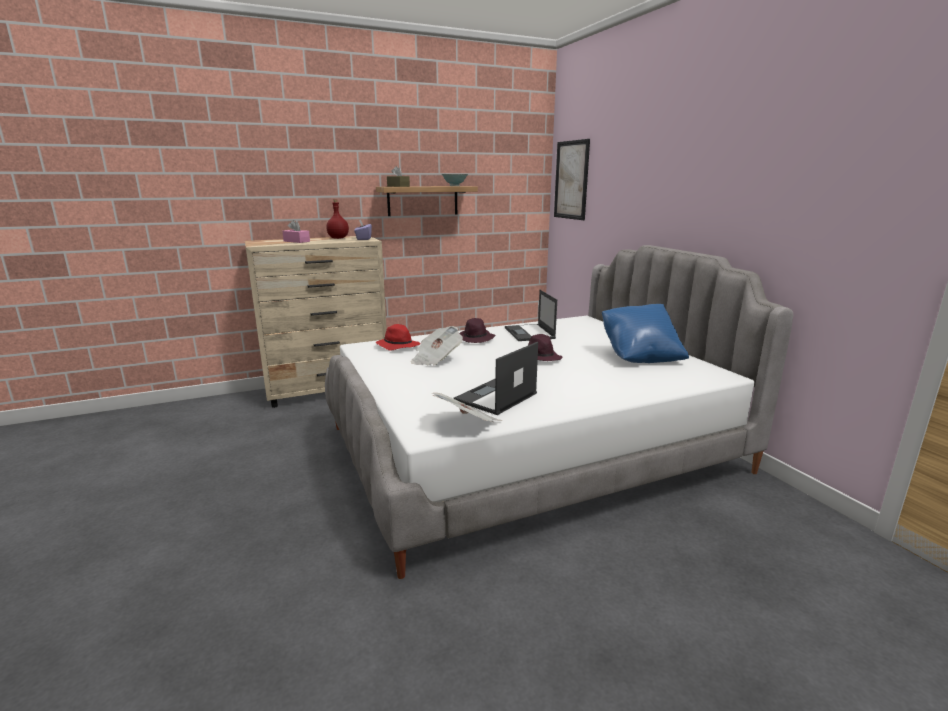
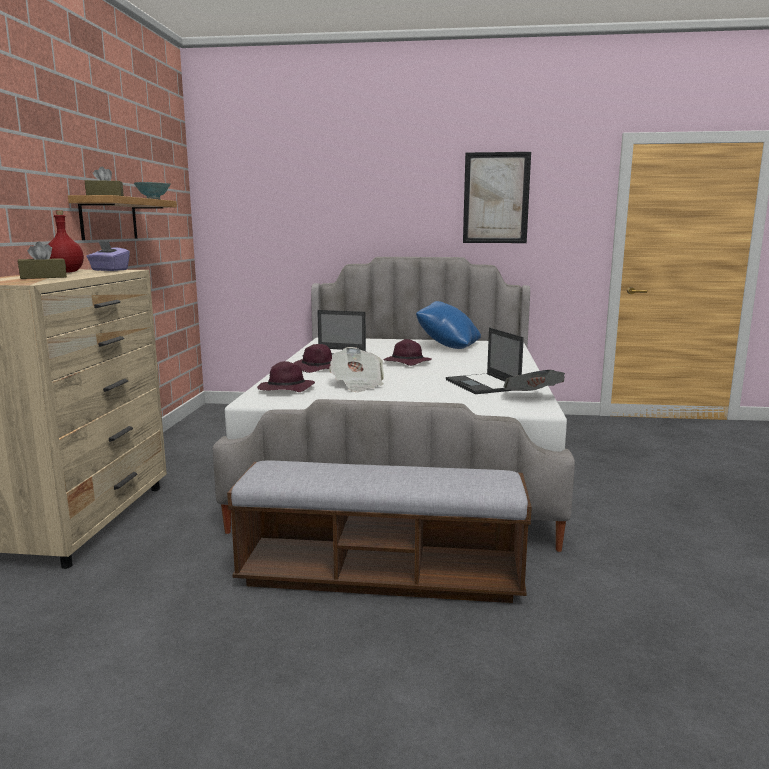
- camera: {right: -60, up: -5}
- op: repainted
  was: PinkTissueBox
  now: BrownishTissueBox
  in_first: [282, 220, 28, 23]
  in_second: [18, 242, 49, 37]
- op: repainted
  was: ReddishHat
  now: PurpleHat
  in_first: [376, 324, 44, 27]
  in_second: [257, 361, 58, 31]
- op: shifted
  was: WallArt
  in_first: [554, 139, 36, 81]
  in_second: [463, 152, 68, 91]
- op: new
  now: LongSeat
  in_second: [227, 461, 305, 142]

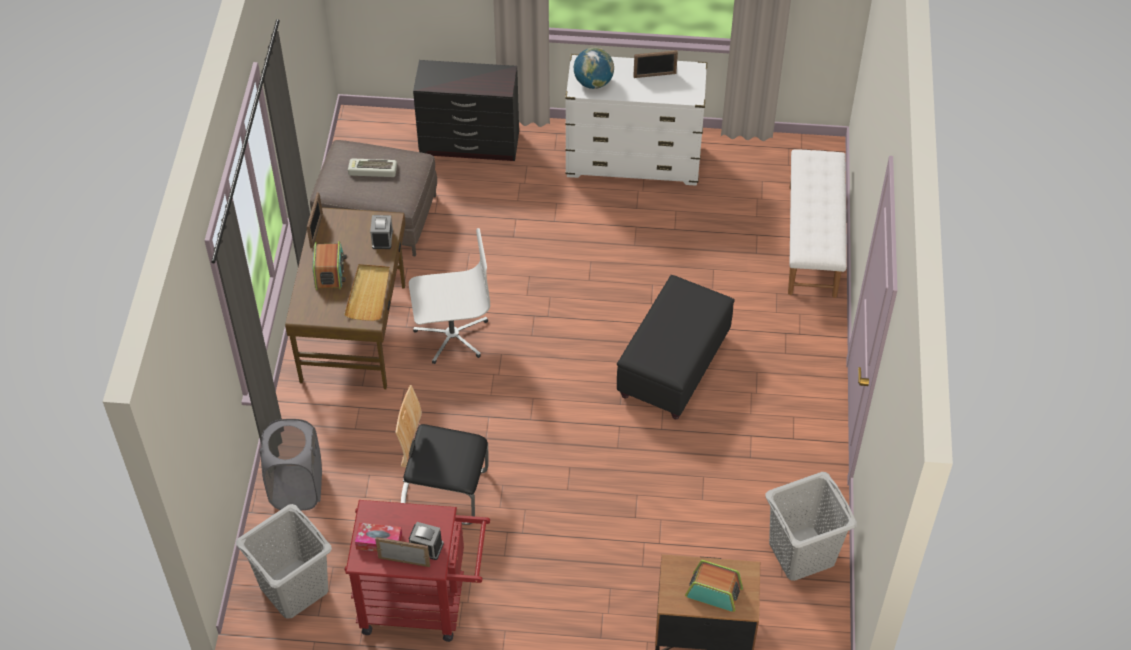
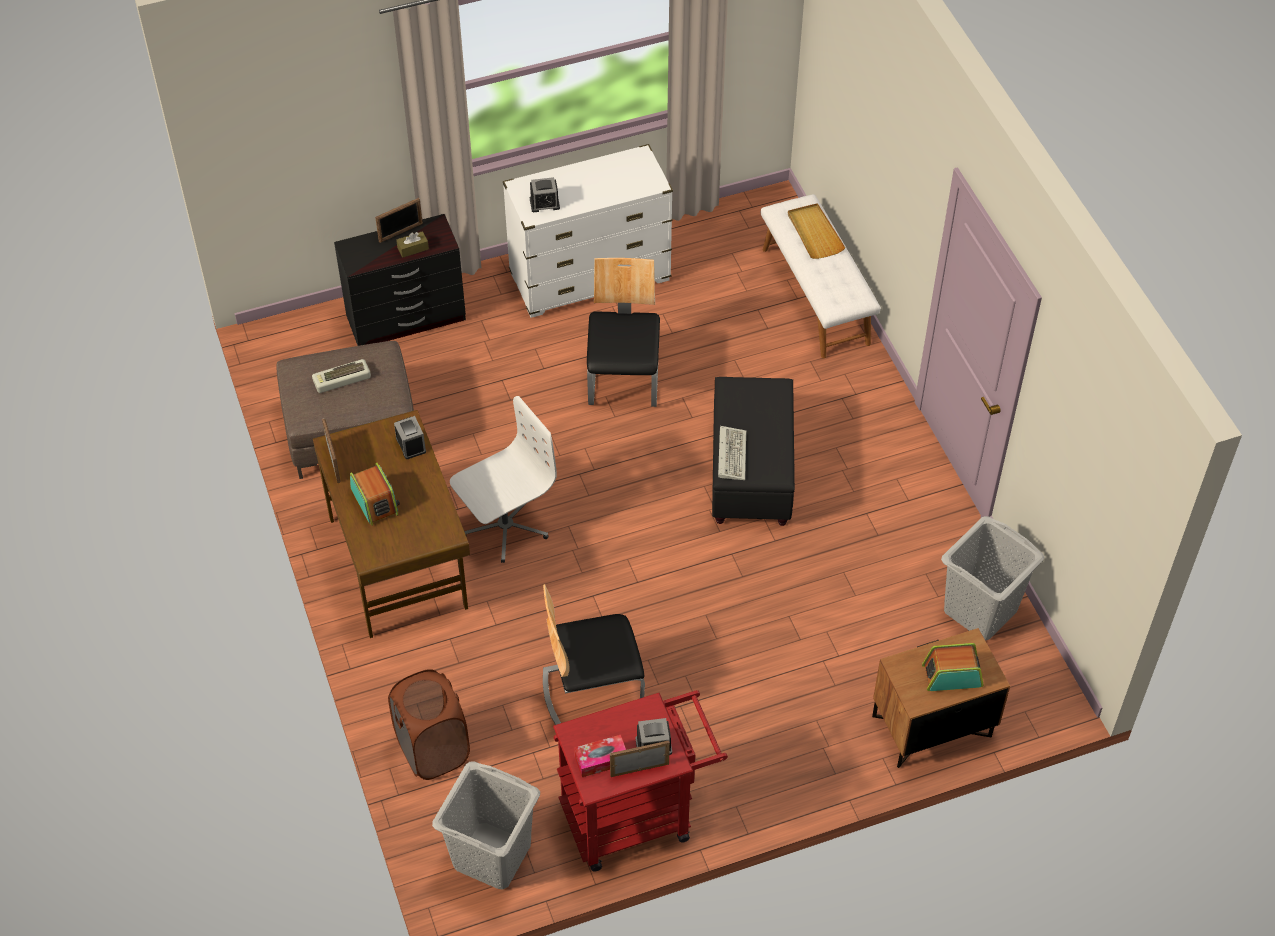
- camera: {right: -25, up: 0}
- op: repainted
  was: GreyishHamper
  now: BrownishHamper
  in_first: [260, 419, 62, 91]
  in_second: [388, 669, 82, 111]
- op: shifted
  was: BeigeCarryingTray
  in_first: [344, 264, 46, 57]
  in_second: [788, 203, 57, 56]
- op: swapped
  was: WorldGlobe
  now: TableClock
  in_first: [574, 48, 40, 41]
  in_second: [530, 177, 30, 35]
- op: shifted
  was: PhotoFrame
  in_first: [633, 50, 45, 28]
  in_second: [375, 198, 48, 45]
- op: new
  now: BrownishTissueBox
  in_second: [396, 231, 33, 27]
- op: new
  now: Chair
  in_second: [587, 258, 73, 149]
- op: new
  now: ComputerKeyboard
  in_second: [718, 426, 28, 54]

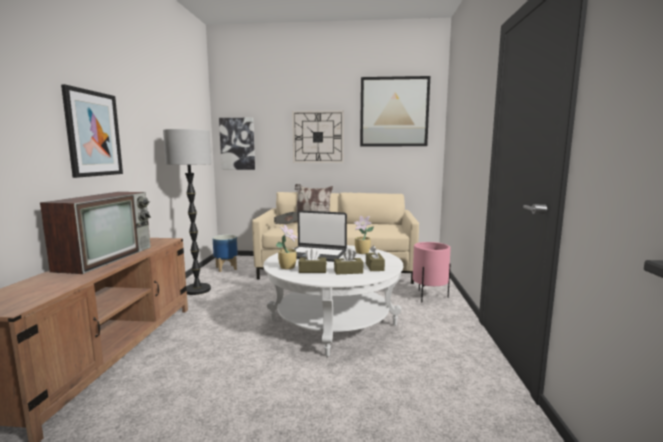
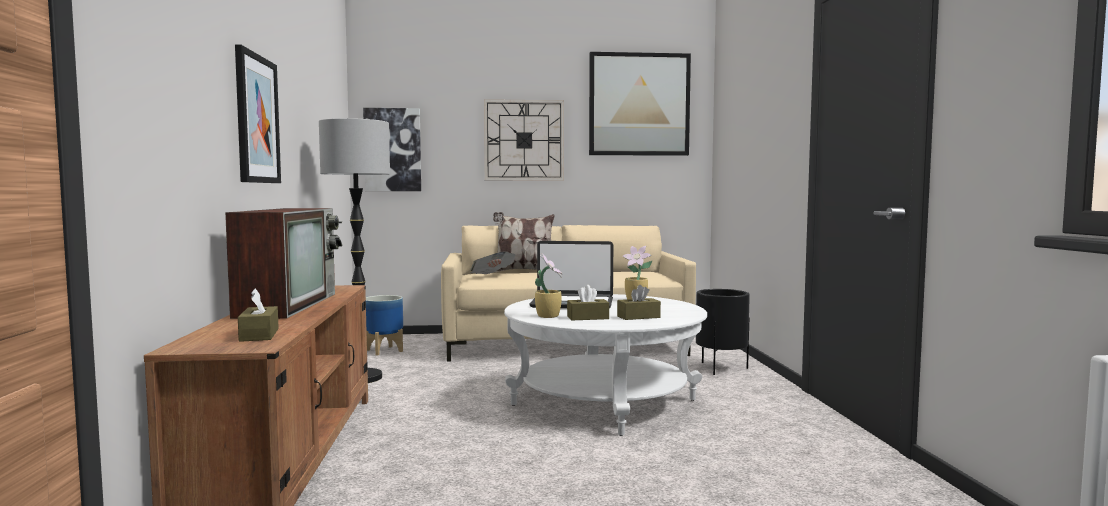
- camera: {right: -10, up: -5}
- op: shifted
  was: BrownishTissueBox
  in_first: [366, 245, 19, 26]
  in_second: [238, 288, 41, 54]
- op: repainted
  was: PinkPlantPot
  now: BlackPlantPot
  in_first: [413, 242, 38, 60]
  in_second: [696, 289, 54, 86]

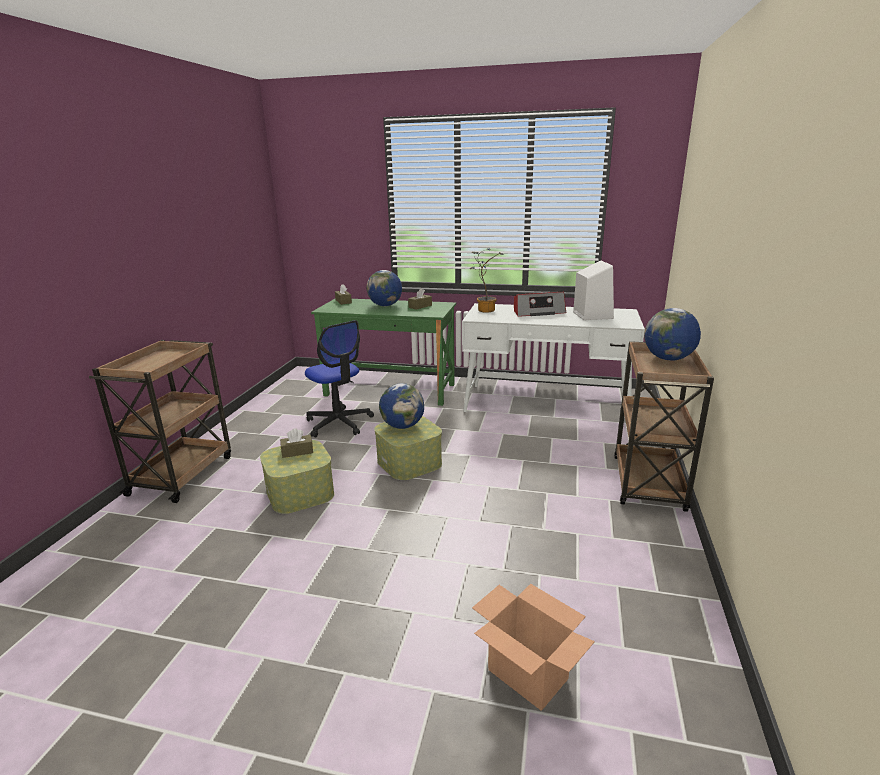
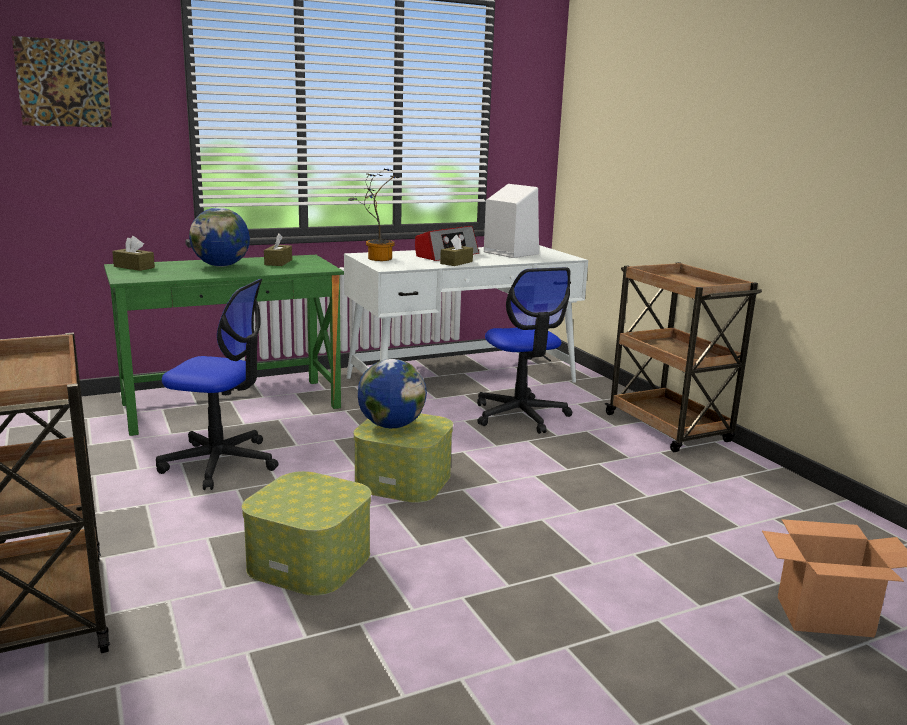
- camera: {right: -40, up: -5}
- op: shifted
  was: BrownishTissueBox
  in_first: [280, 428, 33, 30]
  in_second: [440, 235, 33, 31]
- op: gone
  was: WorldGlobe
  in_first: [644, 308, 57, 52]
- op: new
  now: WallArt
  in_second: [12, 36, 100, 91]
- op: new
  now: DeskChair
  in_second: [477, 267, 95, 167]

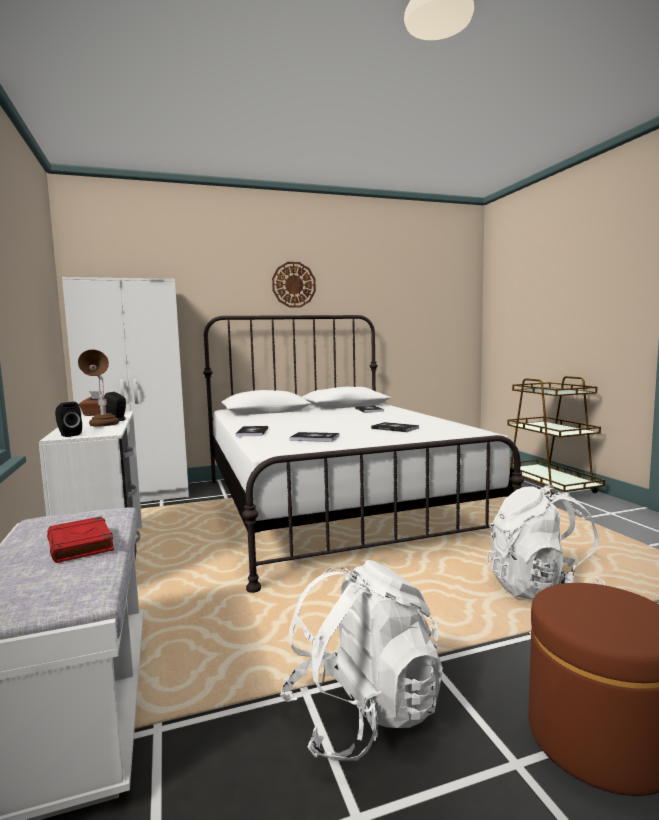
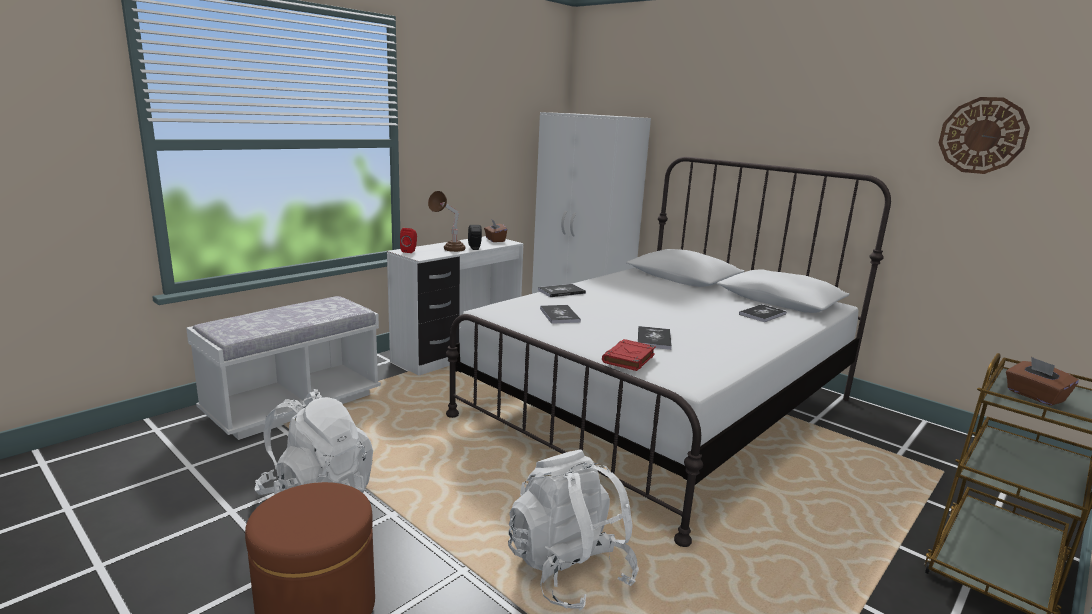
- camera: {right: 60, up: 10}
- op: shifted
  was: ReddishBoundBook
  in_first: [47, 516, 67, 47]
  in_second: [602, 339, 54, 32]
- op: repainted
  was: BlackLoudspeaker
  now: ReddishLoudspeaker
  in_first: [55, 402, 27, 35]
  in_second: [400, 228, 17, 25]
- op: shifted
  was: WallClock
  in_first: [272, 262, 44, 46]
  in_second: [939, 97, 91, 77]
- op: new
  now: BrownishTissueBox
  in_second: [1006, 357, 73, 49]

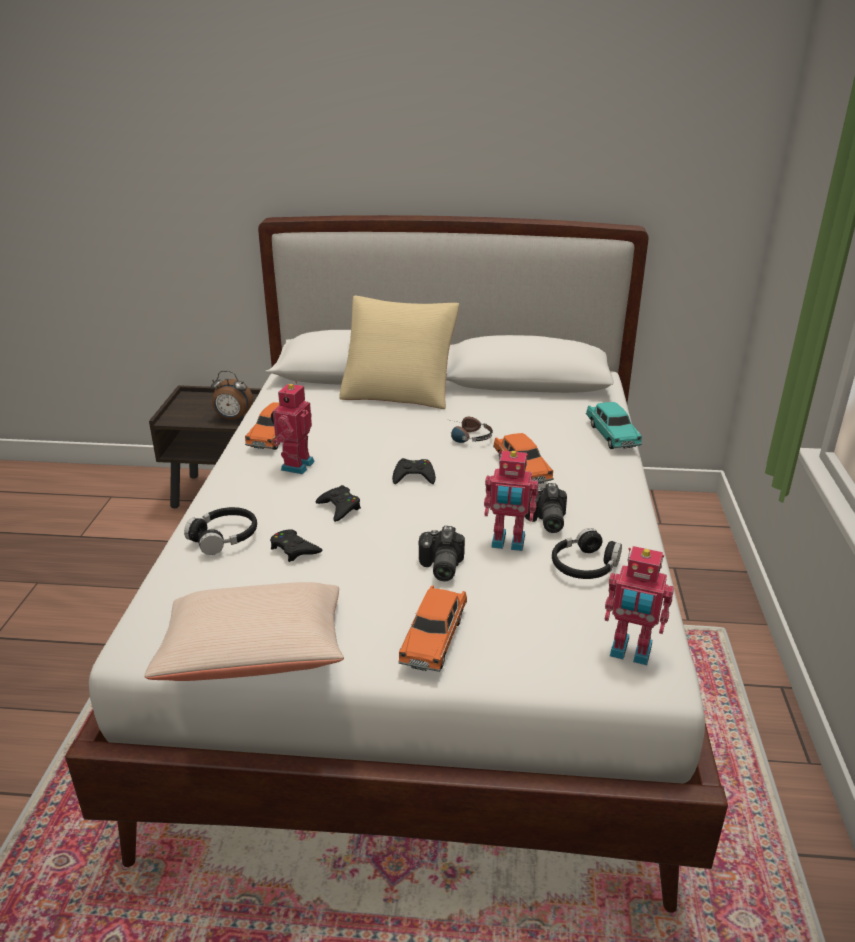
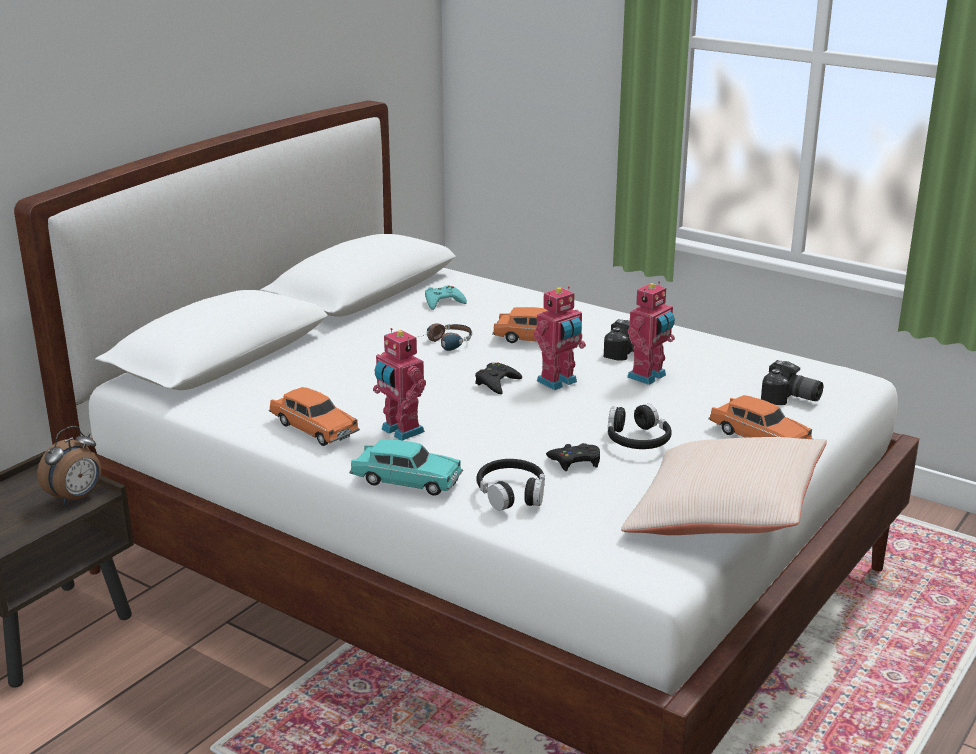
- camera: {right: -60, up: -5}
- op: gone
  was: BlackGamepad
  in_first: [315, 485, 46, 37]
- op: gone
  was: BeigePillow
  in_first: [339, 296, 120, 113]
- op: shifted
  was: PhotoCamera
  in_first: [419, 526, 46, 55]
  in_second: [761, 360, 62, 45]
- op: shifted
  was: BlackPairOfHeadphones
  in_first: [552, 528, 70, 51]
  in_second: [608, 404, 64, 45]
- op: shifted
  was: TurquoiseColouredToyCar
  in_first: [586, 402, 56, 47]
  in_second: [349, 439, 114, 57]
- op: shifted
  was: ModelRobot
  in_first: [604, 546, 70, 119]
  in_second: [533, 286, 53, 104]
- op: new
  now: TurquoiseColouredGamepad
  in_second: [425, 286, 42, 24]

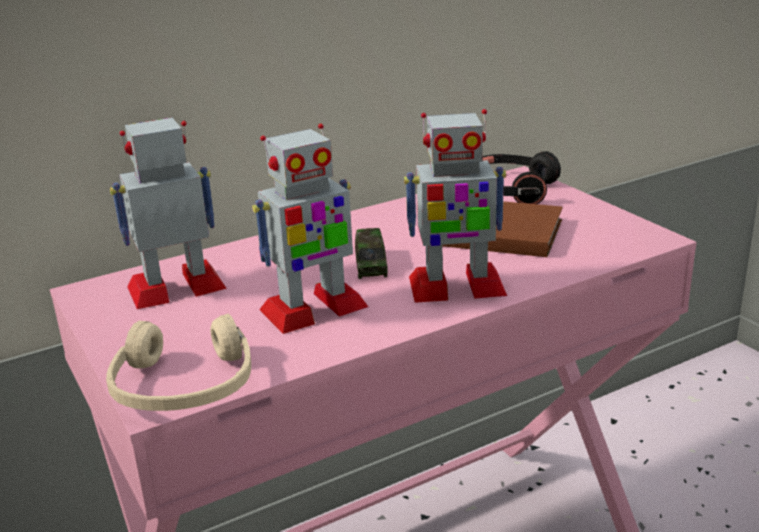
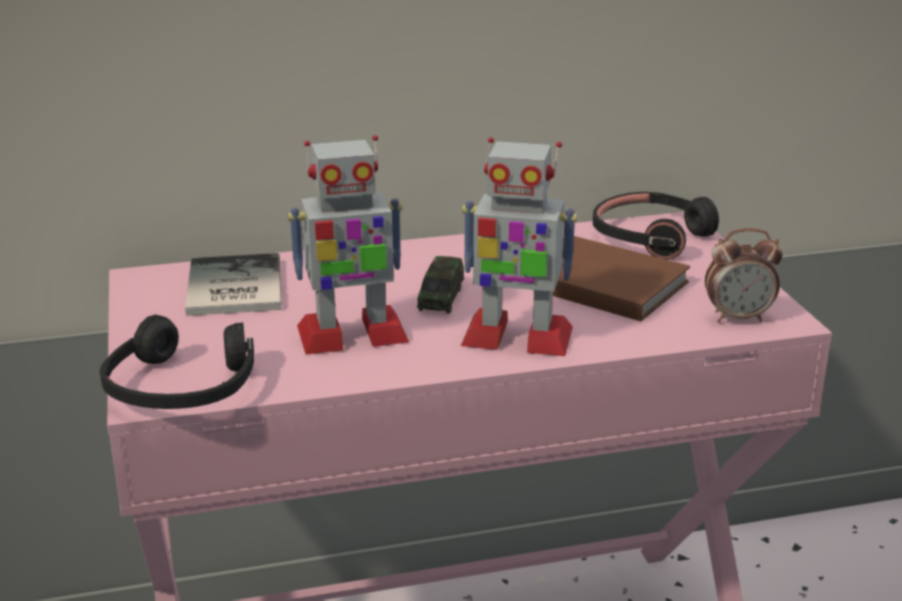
- camera: {right: 15, up: 0}
- op: repainted
  was: BeigePairOfHeadphones
  now: BlackPairOfHeadphones
  in_first: [106, 314, 145, 97]
  in_second: [100, 314, 154, 95]
- op: swapped
  was: ModelRobot
  now: BoundBook
  in_first: [110, 118, 117, 191]
  in_second: [185, 253, 96, 63]
- op: new
  now: TableClock
  in_second: [705, 228, 78, 95]

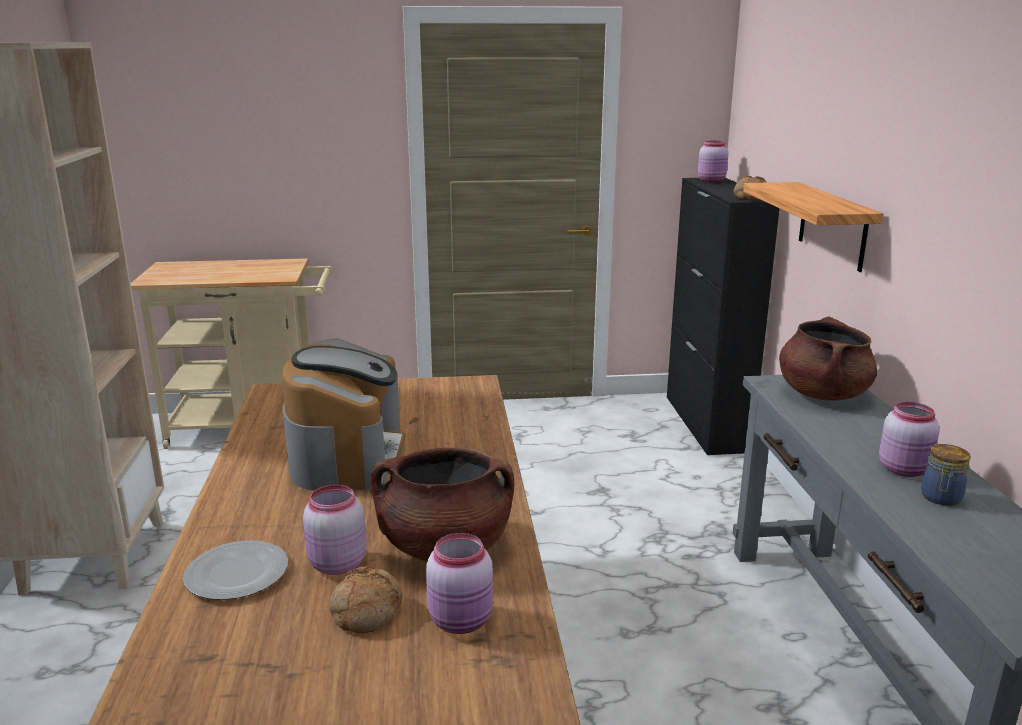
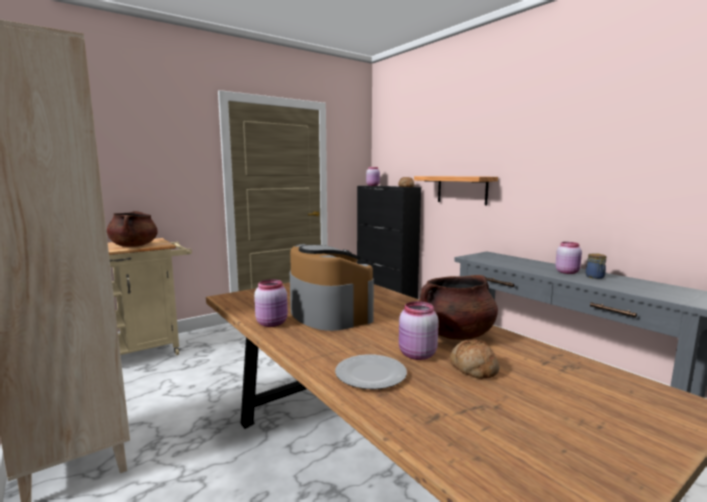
- camera: {right: -30, up: -10}
- op: shifted
  was: PinkStorageJar
  in_first: [426, 533, 67, 101]
  in_second: [254, 279, 34, 48]
- op: shifted
  was: BrownishCookingPot
  in_first: [779, 317, 98, 84]
  in_second: [107, 211, 51, 36]

